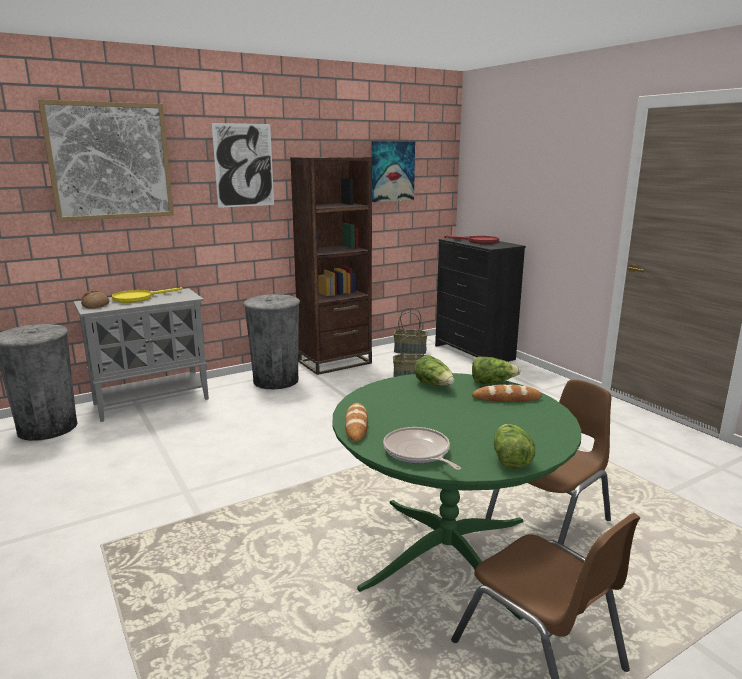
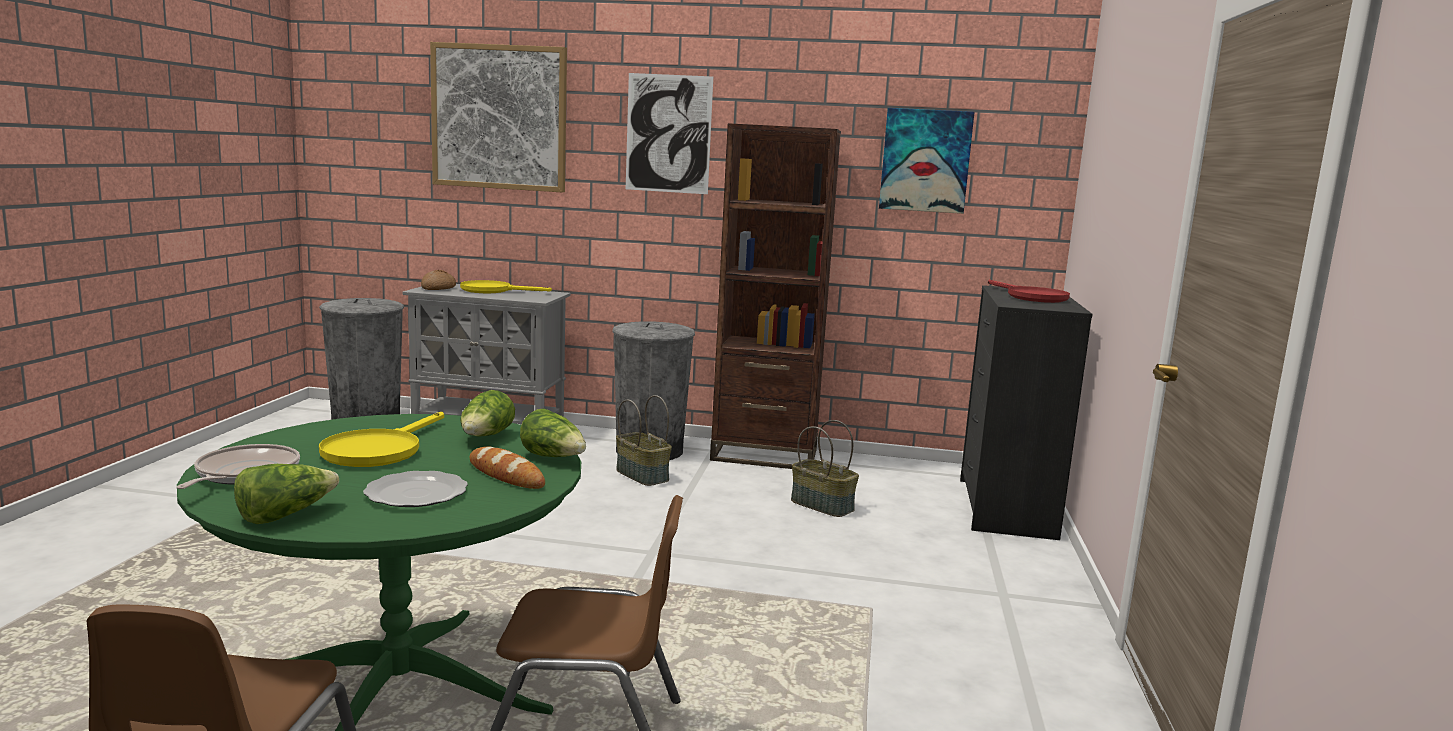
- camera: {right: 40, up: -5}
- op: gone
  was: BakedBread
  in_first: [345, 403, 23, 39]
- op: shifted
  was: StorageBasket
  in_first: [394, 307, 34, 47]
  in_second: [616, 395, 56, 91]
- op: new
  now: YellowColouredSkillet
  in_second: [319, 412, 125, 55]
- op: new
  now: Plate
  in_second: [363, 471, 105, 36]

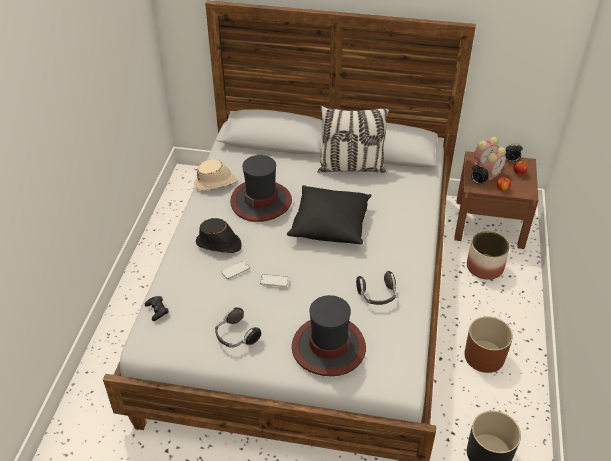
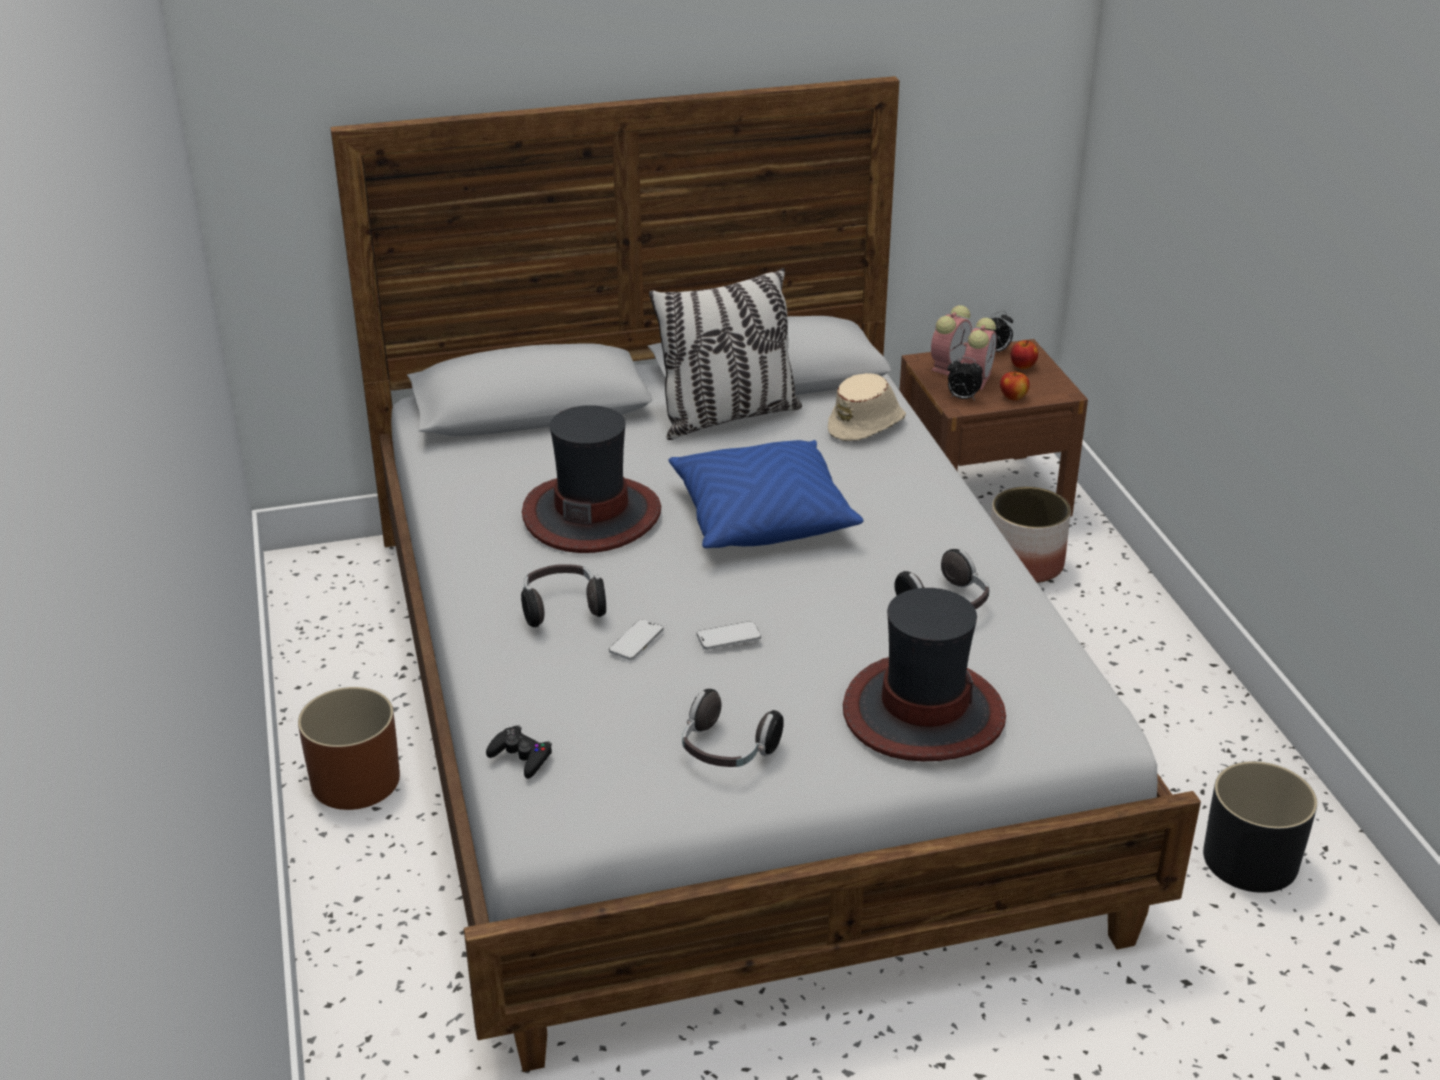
- camera: {right: -25, up: -10}
- op: shifted
  was: BeigeHat
  in_first: [194, 159, 43, 32]
  in_second: [828, 373, 78, 68]
- op: swapped
  was: BlackHat
  now: PairOfHeadphones
  in_first: [196, 218, 46, 35]
  in_second: [521, 564, 85, 63]
- op: repainted
  was: BlackPillow
  now: BluePillow
  in_first: [287, 185, 84, 59]
  in_second: [668, 440, 195, 108]
- op: shifted
  was: BrownishPlantPot
  in_first: [464, 316, 49, 57]
  in_second: [298, 687, 102, 123]

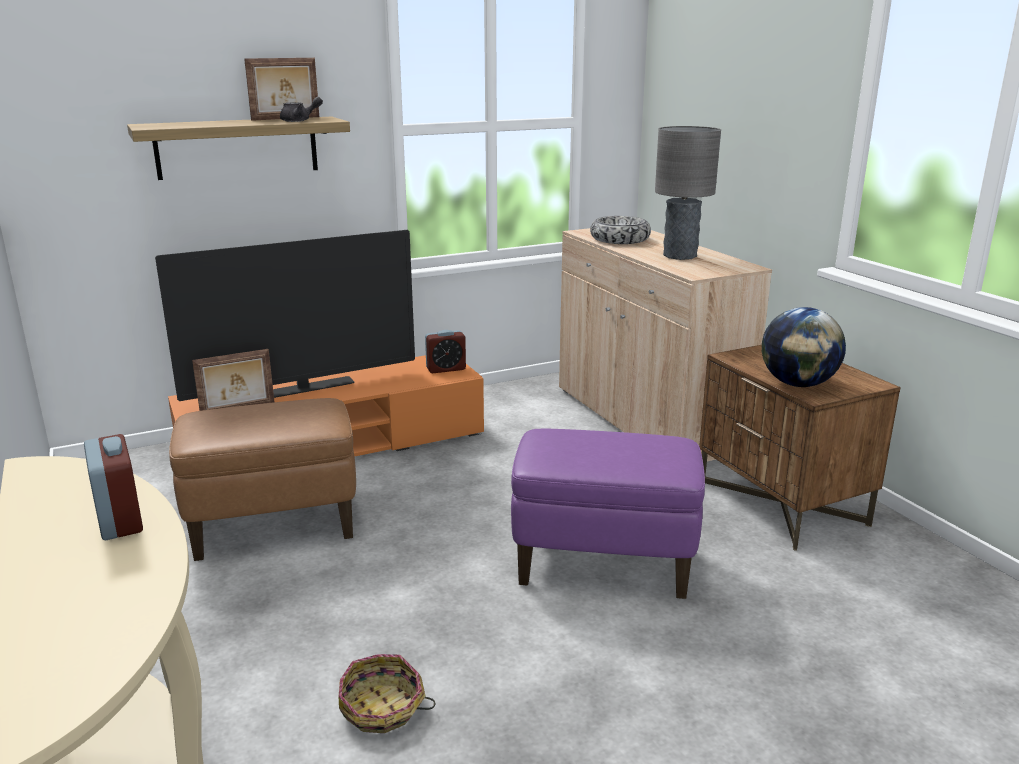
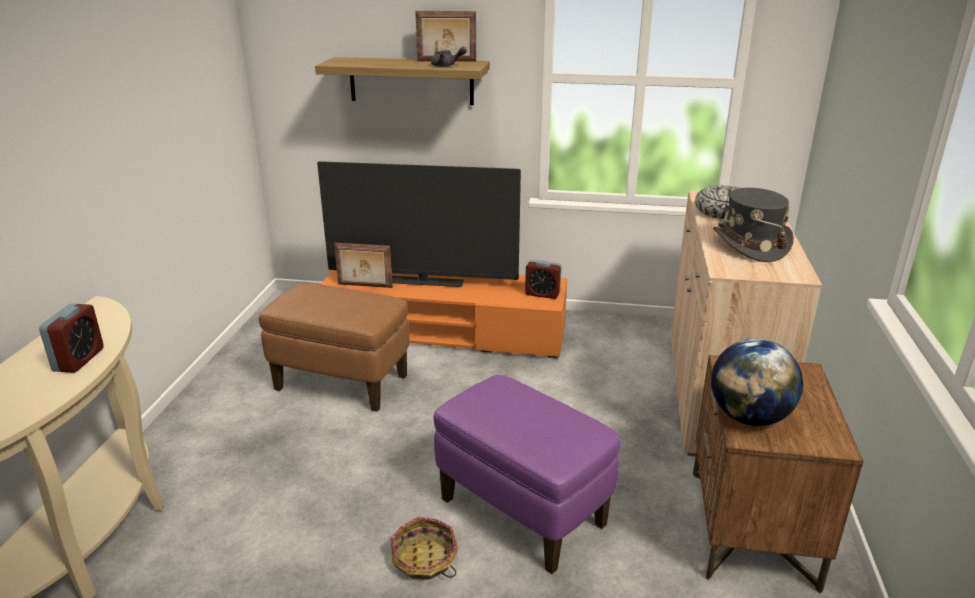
- camera: {right: 35, up: 5}
- op: shifted
  was: StorageBasket
  in_first: [339, 654, 96, 79]
  in_second: [391, 517, 68, 63]
- op: swapped
  was: GreyishTabletopLamp
  now: GreyishHat
  in_first: [655, 126, 66, 134]
  in_second: [713, 188, 81, 74]

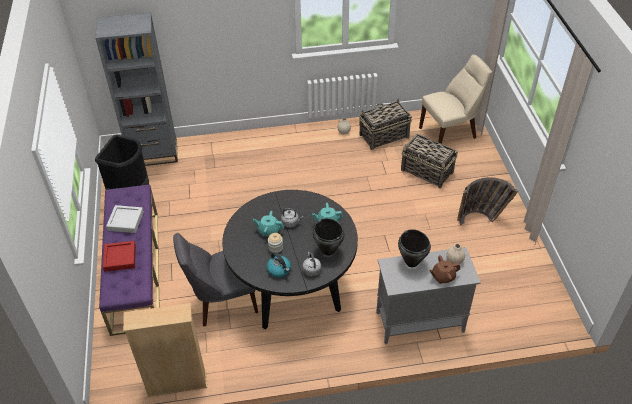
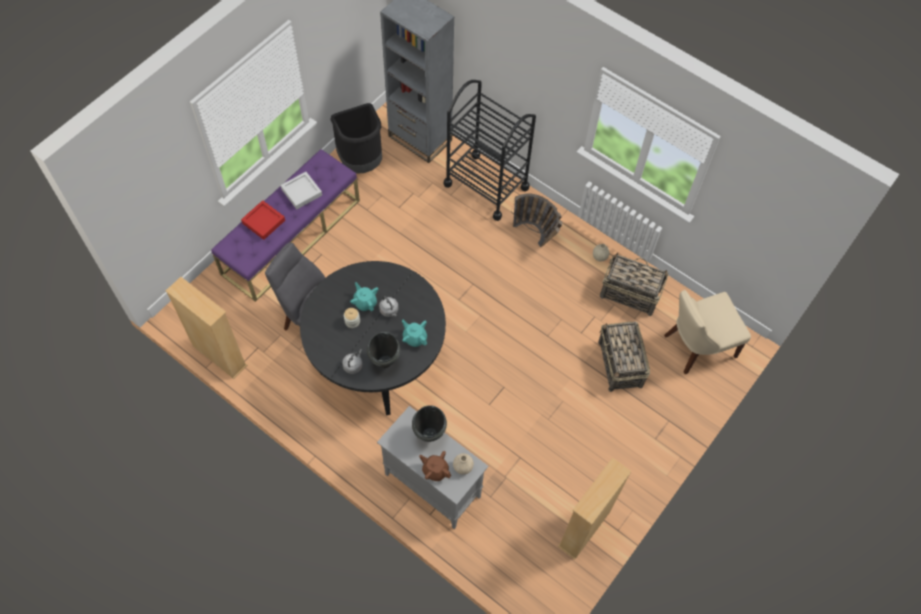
- camera: {right: 45, up: 15}
- op: gone
  was: WaterKettle
  in_first: [267, 252, 24, 26]
- op: rotated
  was: BeigeChair
  in_first: [419, 55, 73, 89]
  in_second: [664, 290, 87, 84]
  clockwise: 135
- op: shifted
  was: StorageBasket
  in_first: [457, 177, 61, 48]
  in_second: [511, 193, 51, 54]
- op: new
  now: BlackWheeledCart
  in_second: [444, 80, 92, 141]
- op: new
  now: BeigeBookshelf
  in_second: [558, 458, 74, 102]

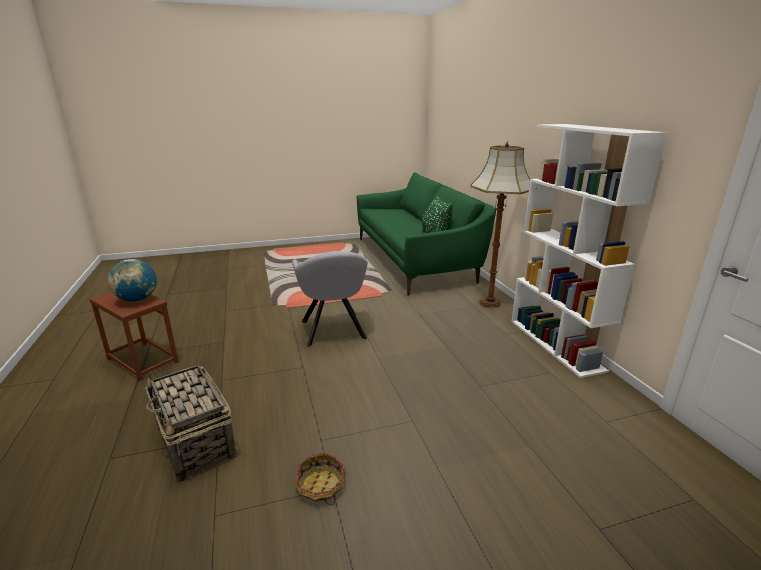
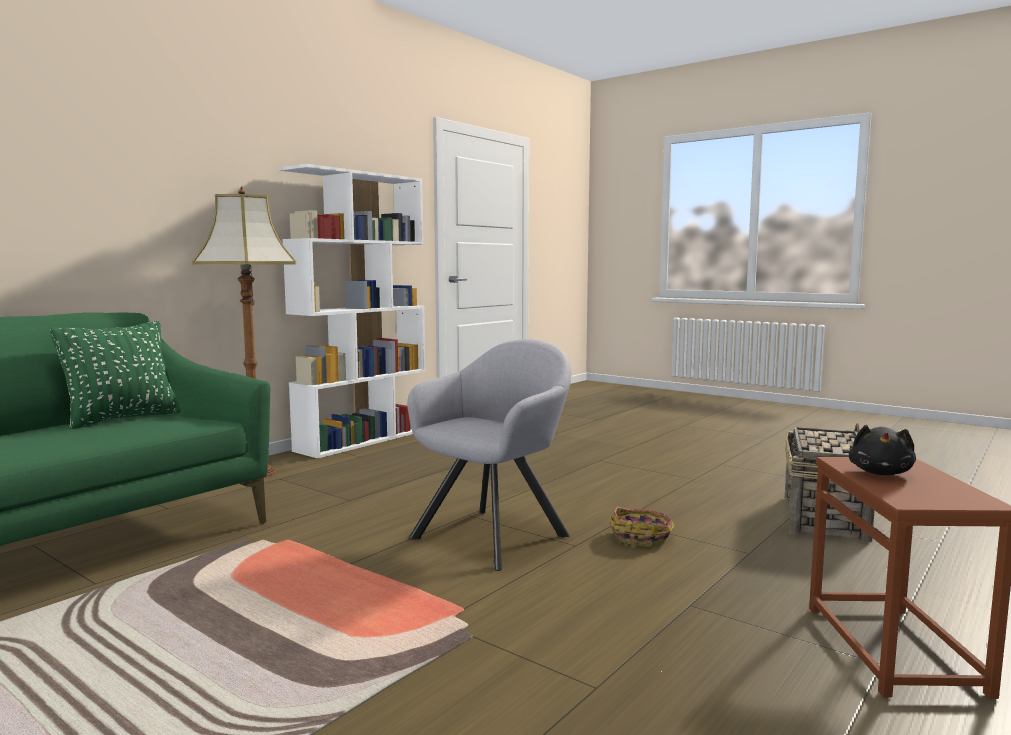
- camera: {right: -125, up: -15}
- op: swapped
  was: WorldGlobe
  now: BlackCuddlyToy
  in_first: [108, 259, 49, 43]
  in_second: [849, 425, 67, 50]
- op: shifted
  was: StorageBasket
  in_first: [294, 452, 52, 53]
  in_second: [609, 507, 66, 40]

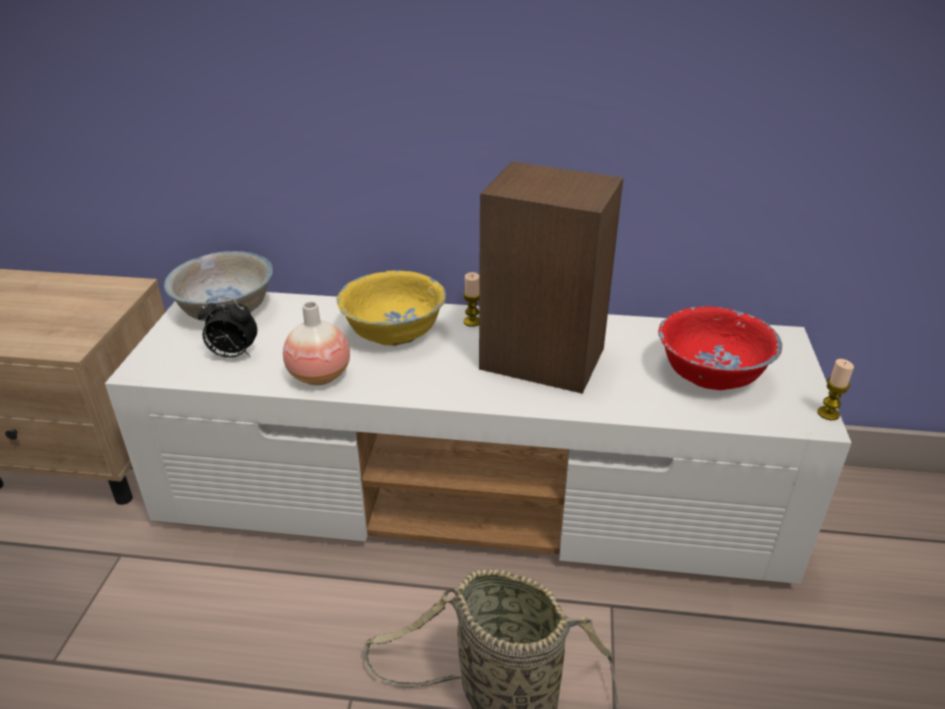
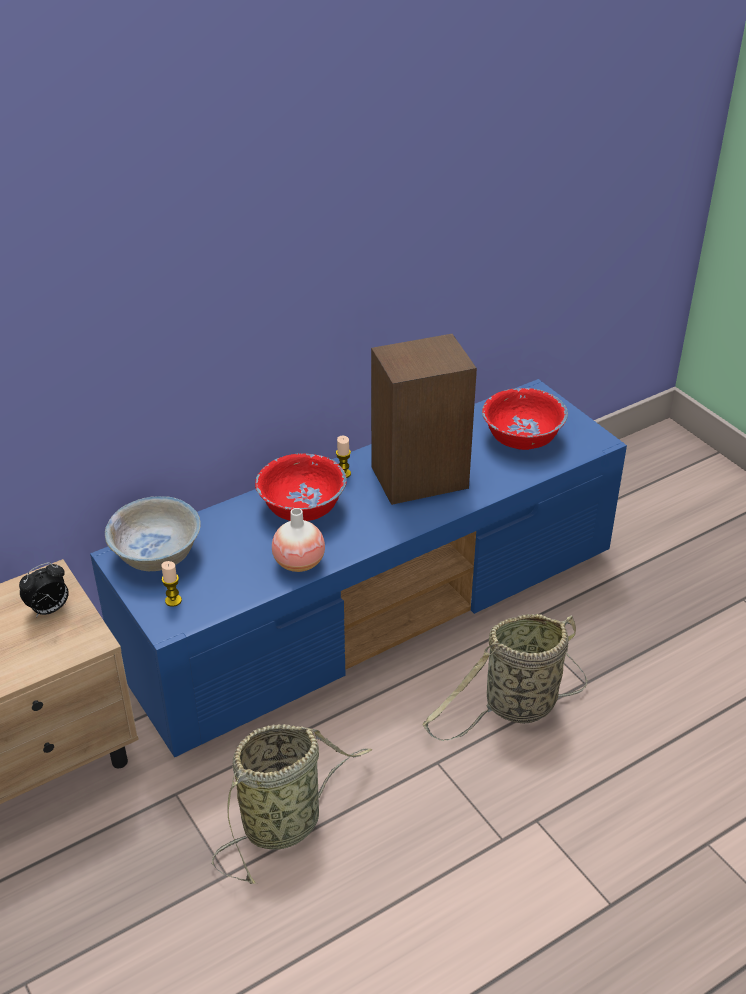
- camera: {right: -40, up: 5}
- op: repainted
  was: WhiteTvUnit
  now: BlueTvUnit
  in_first: [105, 292, 746, 292]
  in_second: [90, 379, 537, 378]
- op: shifted
  was: TableClock
  in_first: [198, 297, 59, 61]
  in_second: [19, 562, 50, 56]
- op: repainted
  was: YellowColouredDeepDish
  now: ReddishDeepDish
  in_first: [337, 271, 109, 75]
  in_second: [255, 453, 92, 68]
- op: shifted
  was: WaxLight
  in_first: [817, 359, 37, 61]
  in_second: [161, 561, 21, 46]
- op: new
  now: StorageBasket
  in_second: [212, 724, 160, 160]

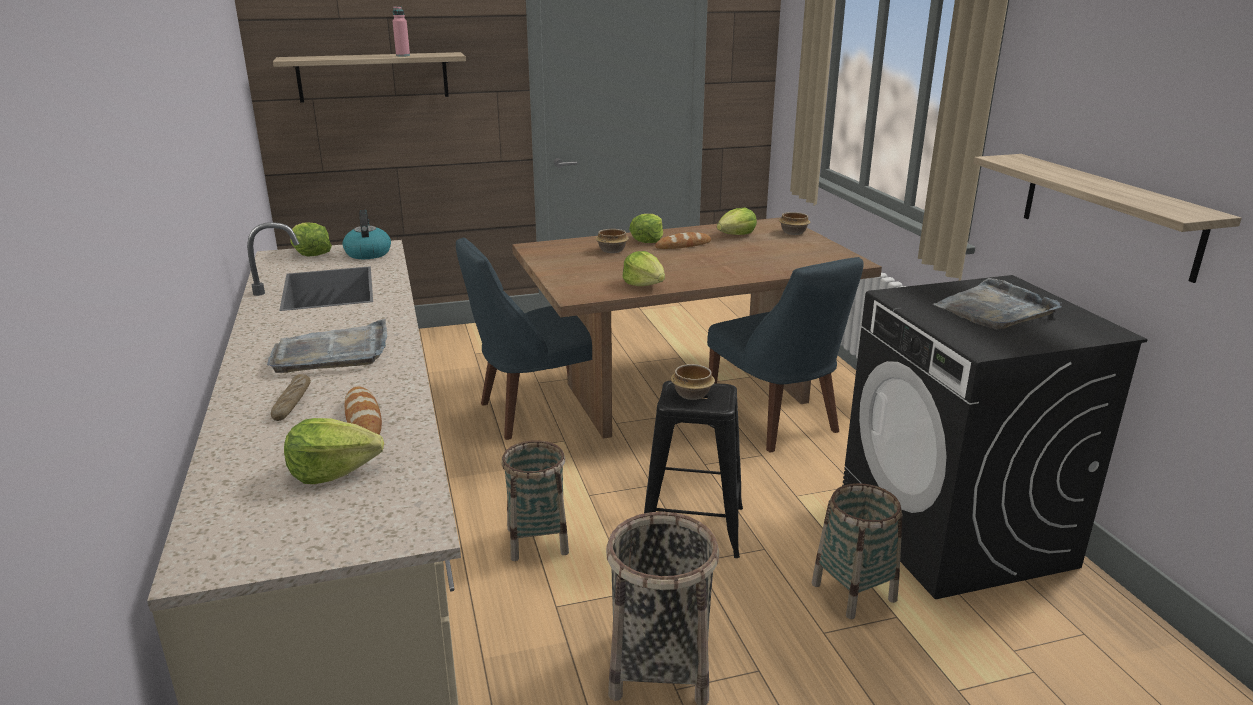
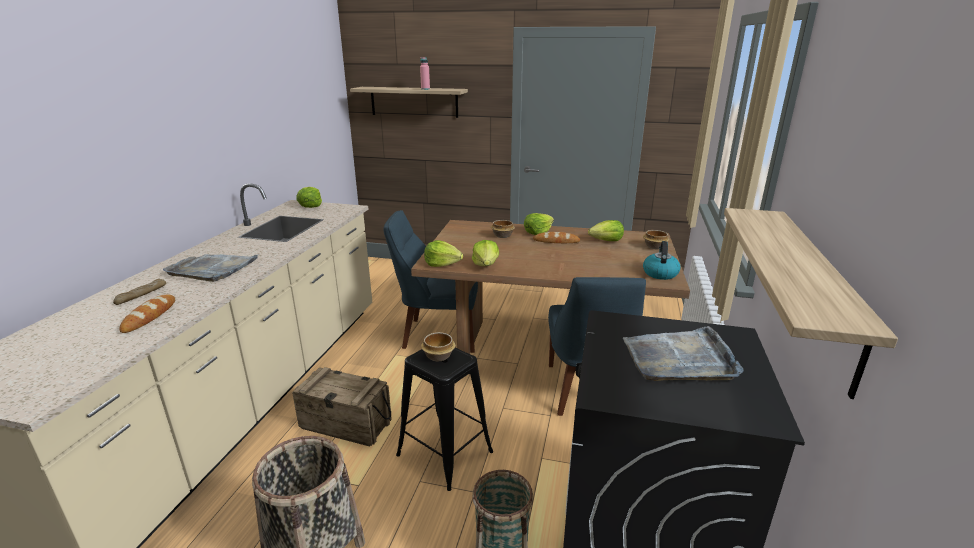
- camera: {right: 30, up: 0}
- op: shifted
  was: Lettuce
  in_first: [284, 418, 100, 66]
  in_second: [424, 240, 39, 27]
- op: shifted
  was: WaterKettle
  in_first: [343, 210, 48, 49]
  in_second: [643, 241, 38, 39]
- op: swapped
  was: StorageBasket
  now: PackingCrate
  in_first: [501, 440, 68, 121]
  in_second: [292, 367, 100, 80]

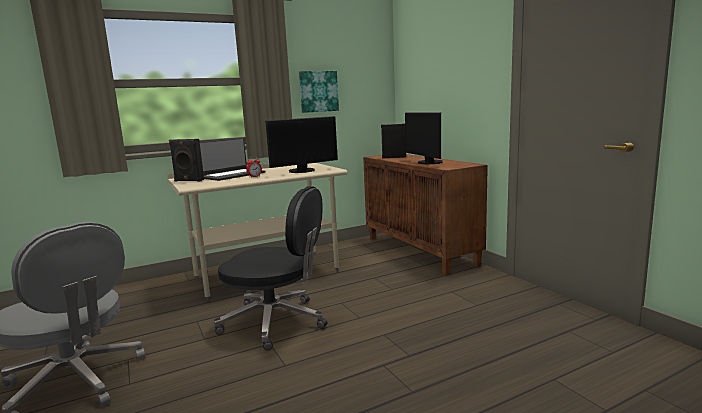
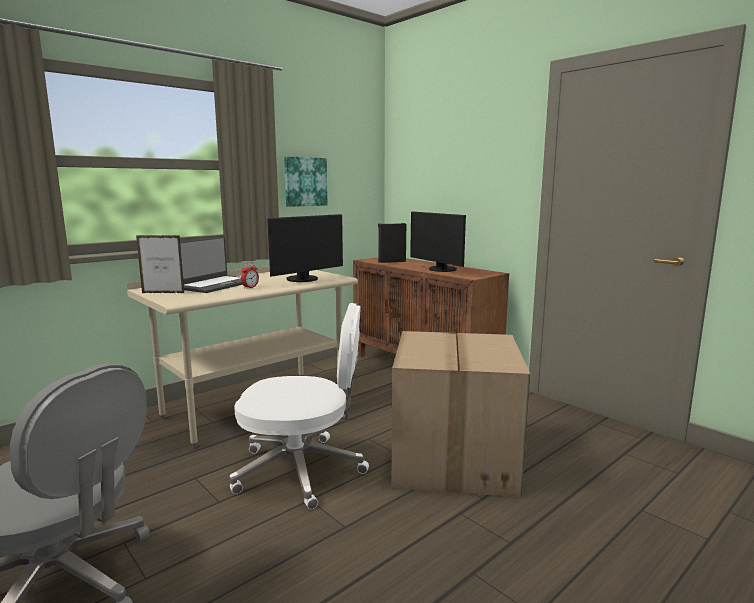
- camera: {right: -15, up: 0}
- op: swapped
  was: BlackLoudspeaker
  now: PhotoFrame
  in_first: [169, 139, 35, 42]
  in_second: [136, 235, 48, 58]
- op: repainted
  was: BlackDeskChair
  now: WhiteDeskChair
  in_first: [214, 186, 114, 165]
  in_second: [230, 303, 139, 206]
- op: new
  now: PackingBox
  in_second: [391, 331, 139, 167]

